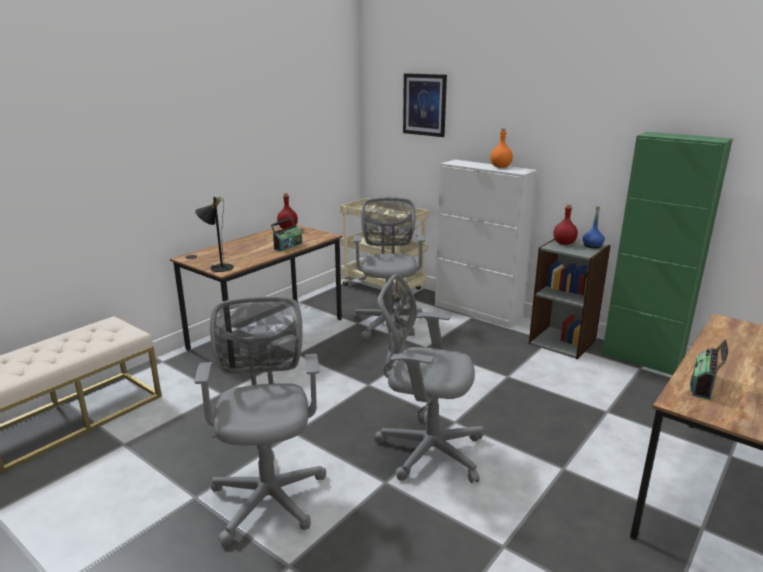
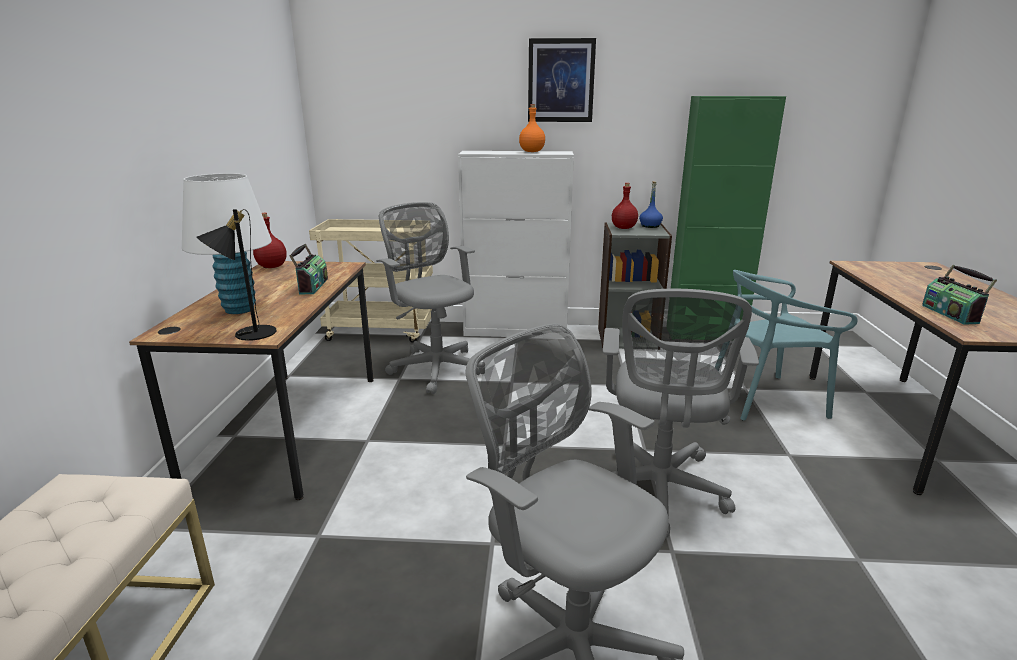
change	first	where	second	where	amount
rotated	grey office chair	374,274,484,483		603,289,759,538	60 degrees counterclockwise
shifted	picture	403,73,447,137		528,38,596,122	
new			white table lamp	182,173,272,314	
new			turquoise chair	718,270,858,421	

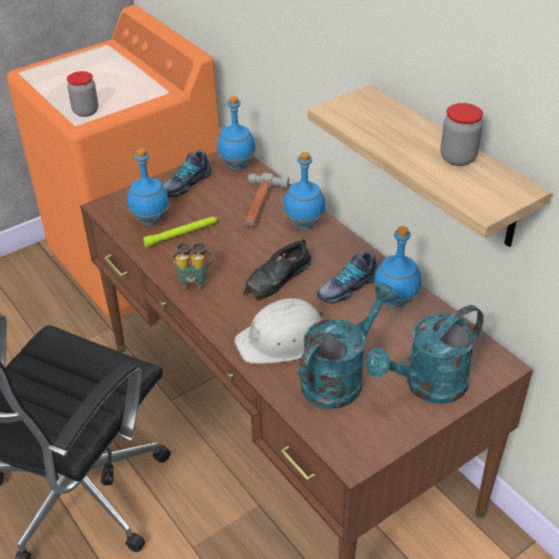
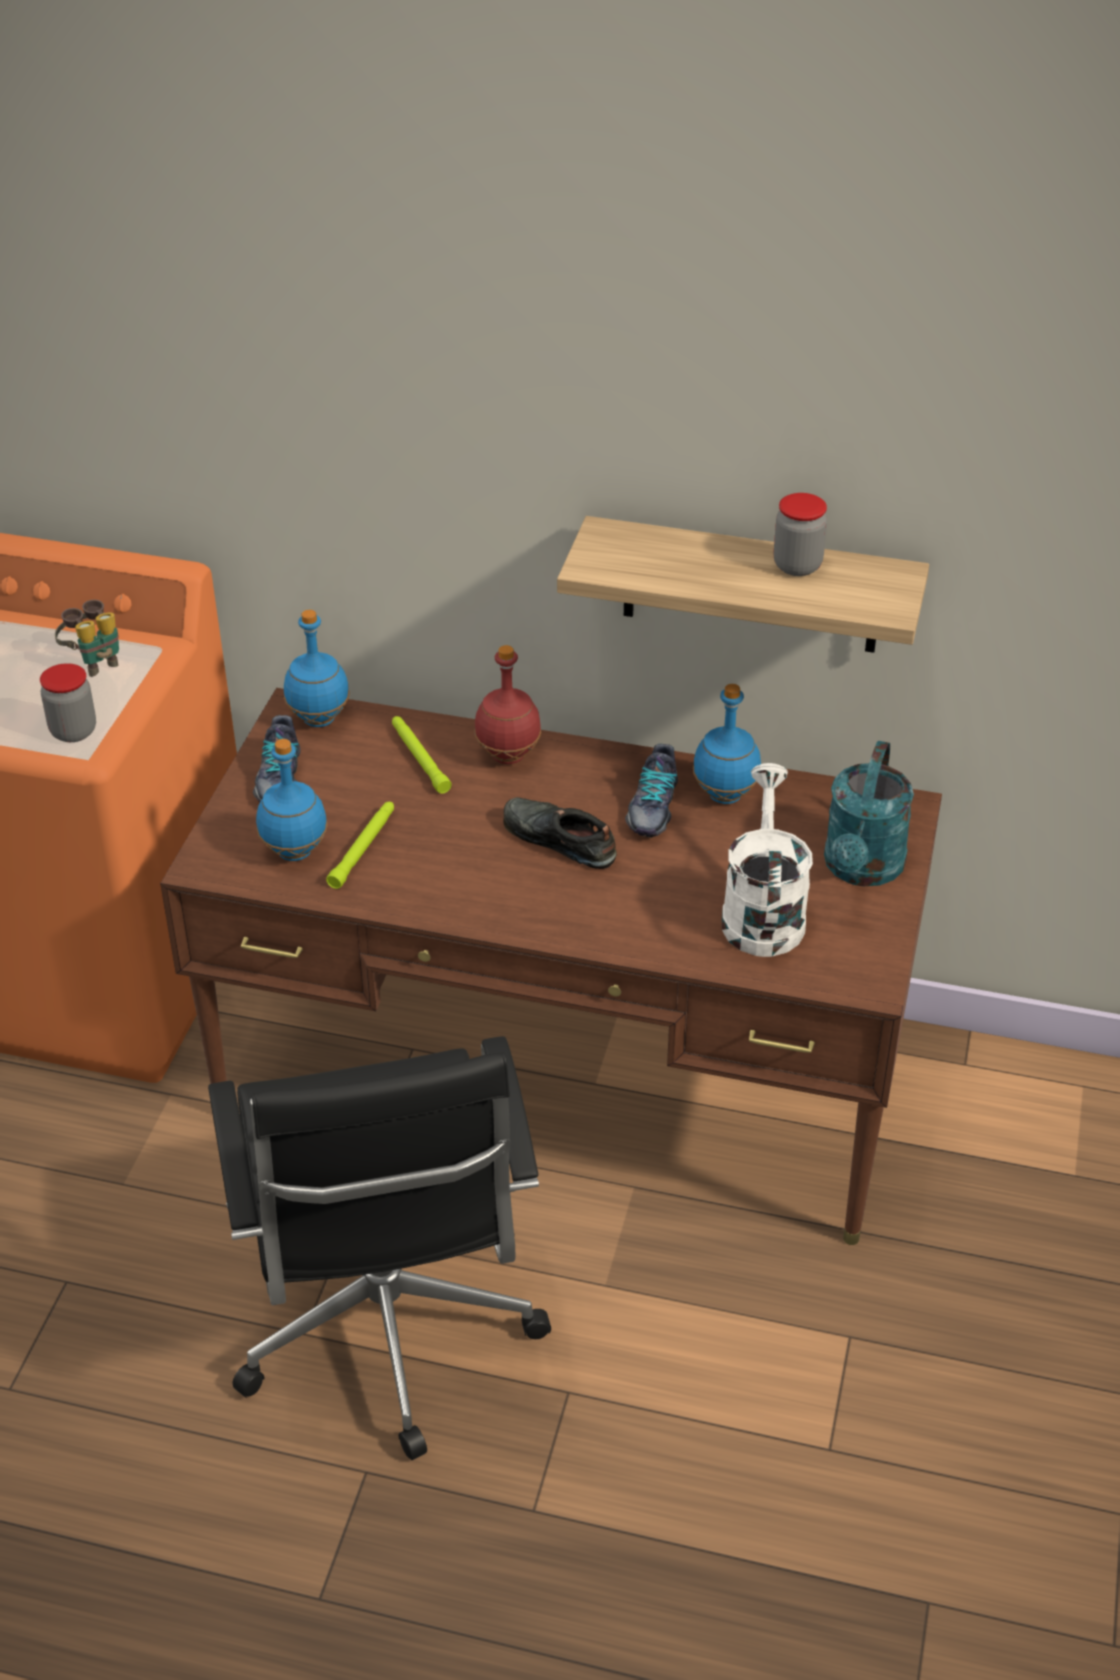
change	first	where	second	where	amount
shifted	binoculars	172,242,214,290		55,600,119,677	
gone	white hard hat	234,298,326,364			
rotated	black shoe	243,238,312,301		503,797,617,869	120 degrees clockwise
swapped	hammer	244,173,289,227	green flashlight	392,716,451,794	
repainted	blue bottle	283,152,326,229	red bottle	474,645,541,764	
repainted	turquoise watering can	299,282,398,409	white watering can	722,763,813,957	

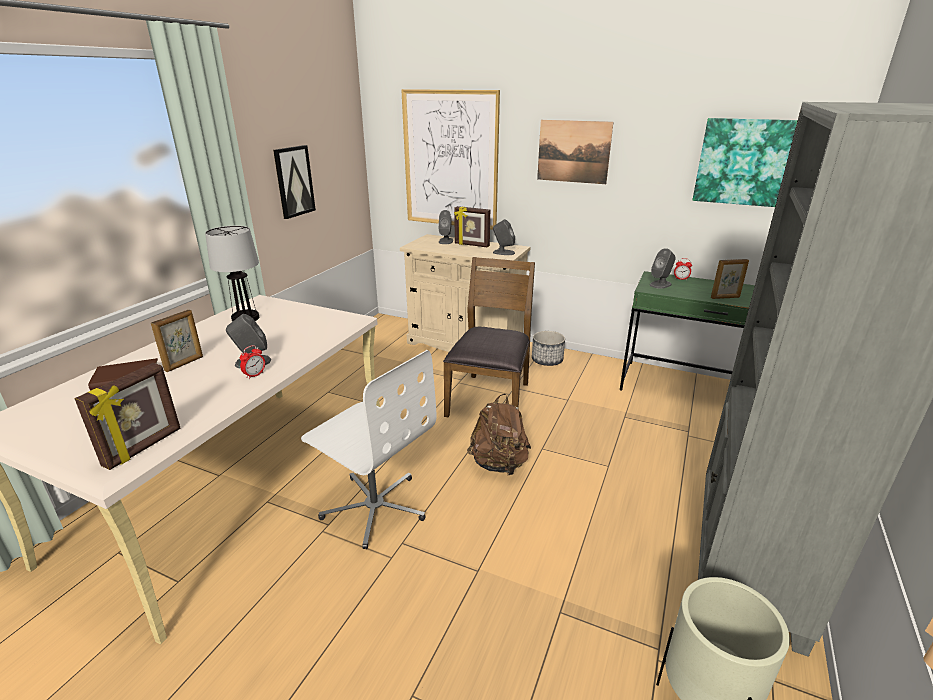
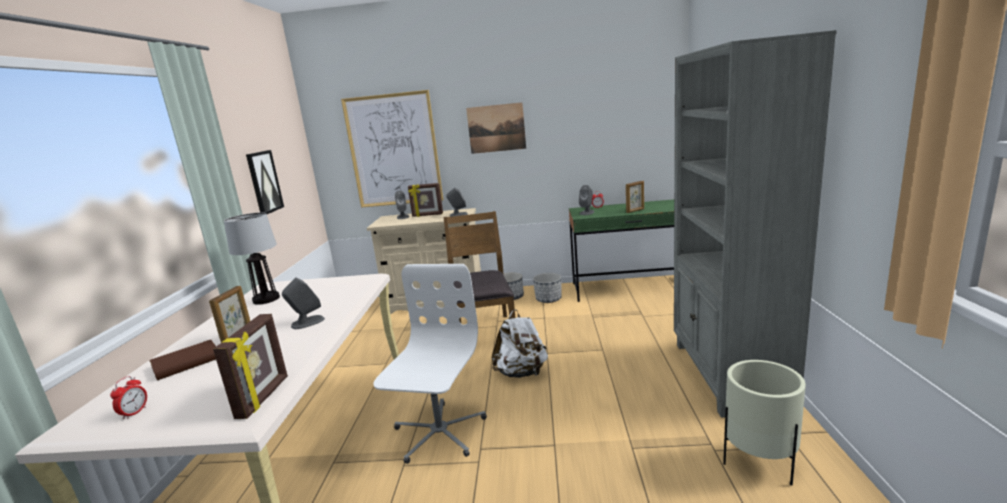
change	first	where	second	where	amount
shifted	alarm clock	240,345,265,379		110,376,147,419	
rotated	white office chair	301,350,437,549		373,264,487,464	90 degrees counterclockwise
repainted	brown backpack	467,394,531,475	white backpack	492,309,548,378	
gone	picture	693,118,798,207			
new			planter	533,273,562,303	

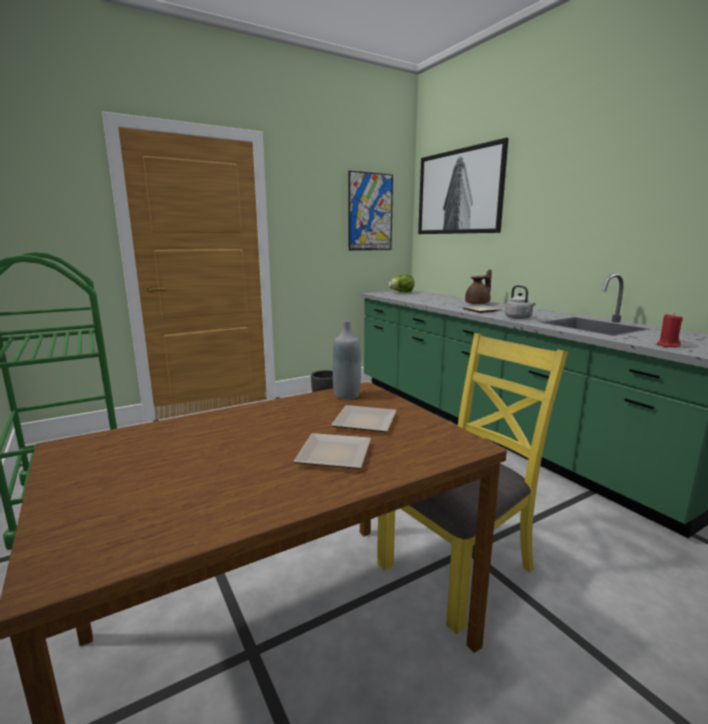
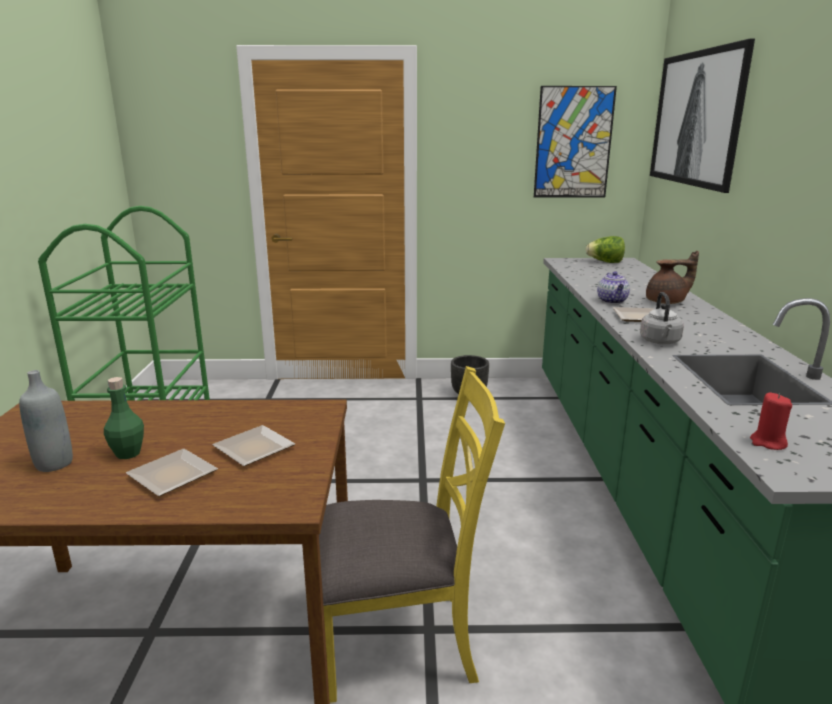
change	first	where	second	where	amount
shifted	grey bottle	333,320,361,399		19,370,73,472	
new			green bottle	104,377,144,459	
new			teapot	597,271,630,304	

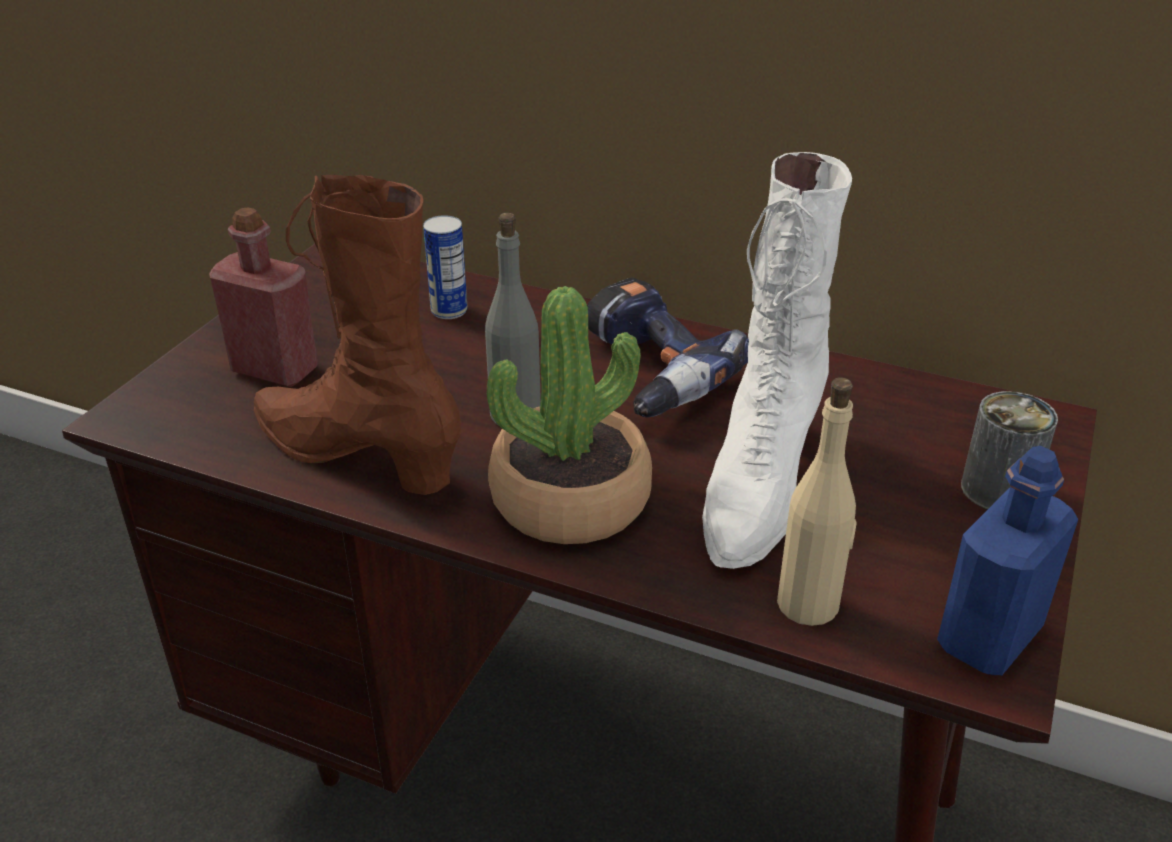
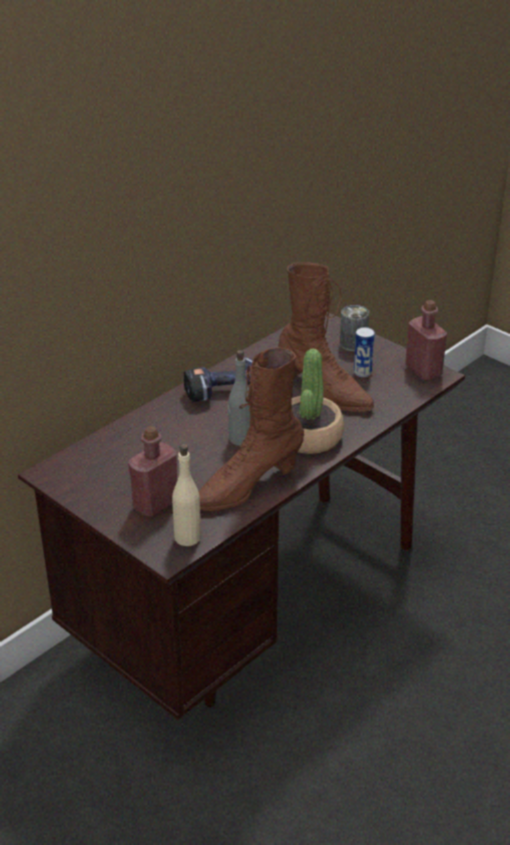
change	first	where	second	where	amount
shifted	can	423,215,468,319		354,327,375,377	
repainted	white boot	702,152,852,569	brown boot	278,262,374,412	
shifted	beige bottle	777,377,857,626		172,444,201,546	
repainted	blue bottle	937,446,1078,675	red bottle	405,300,447,381	

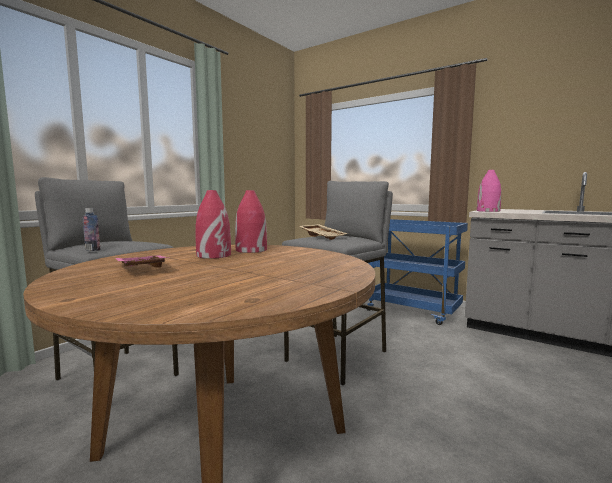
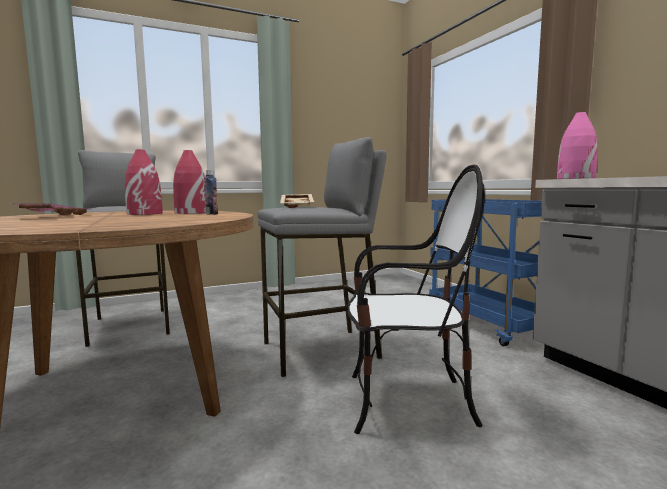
change	first	where	second	where	amount
shifted	bottle	83,208,100,251		204,170,218,215	
new			chair	347,165,485,434	

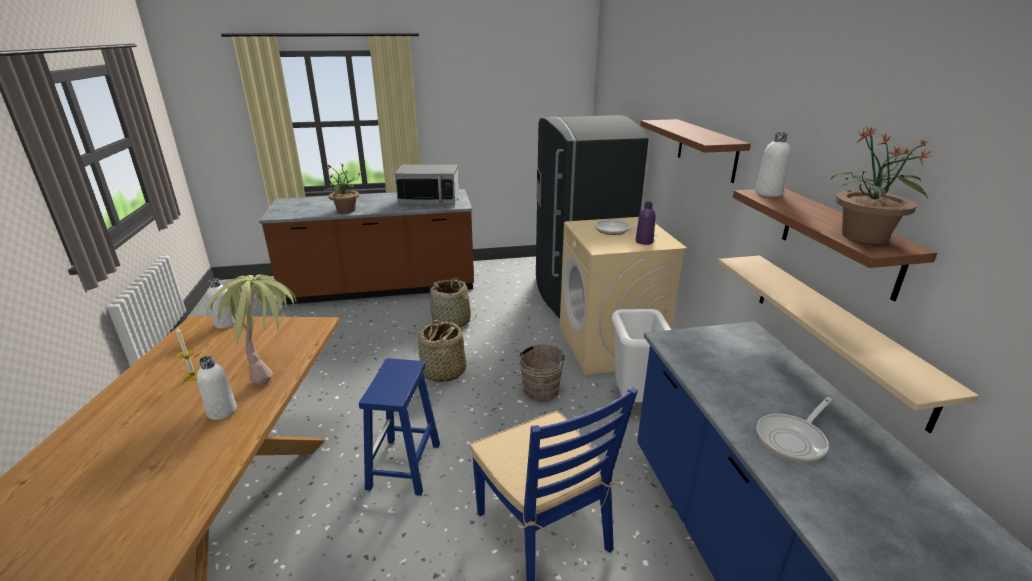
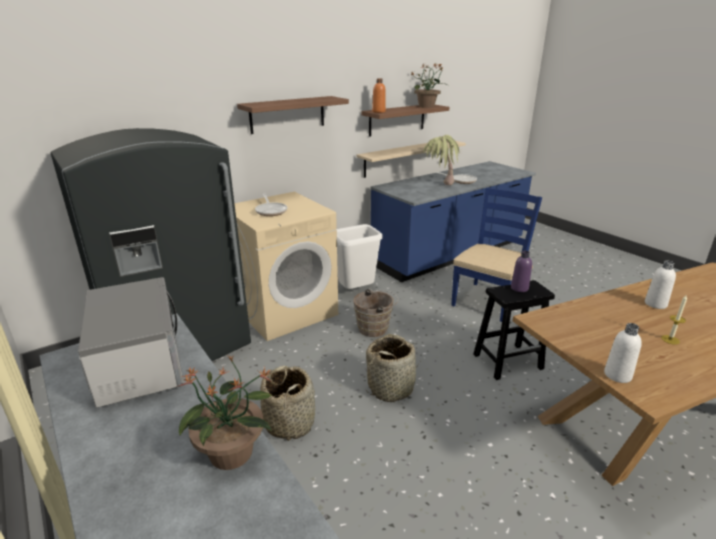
change	first	where	second	where	amount
shifted	potted plant	207,275,296,385		423,135,462,185	
repainted	blue stool	359,358,440,496	black stool	473,280,555,380	
shifted	purple bottle	636,202,656,245		511,251,532,292	
repainted	white bottle	755,132,790,197	orange bottle	372,78,386,113	

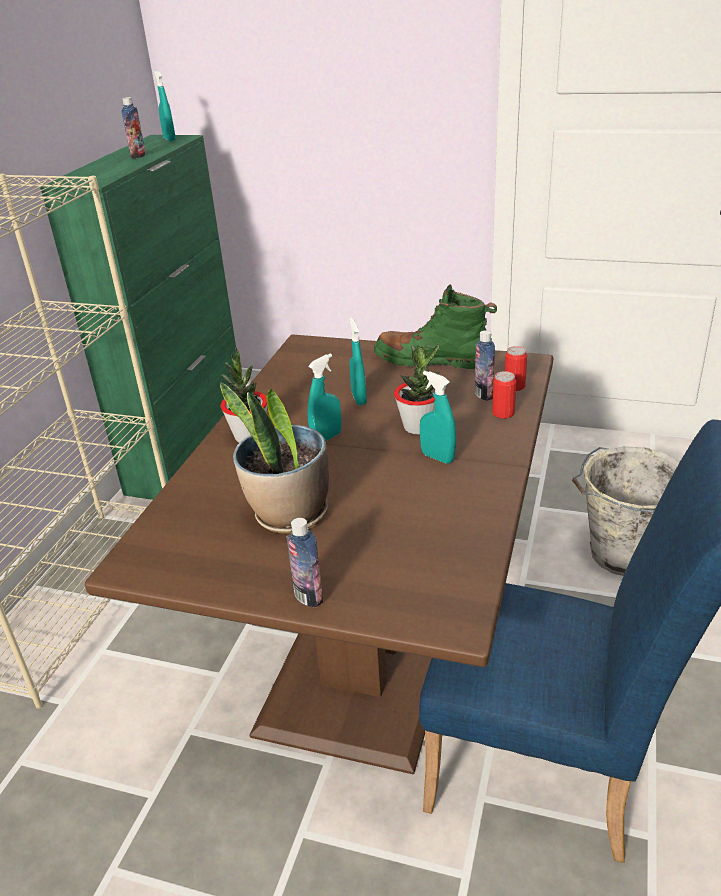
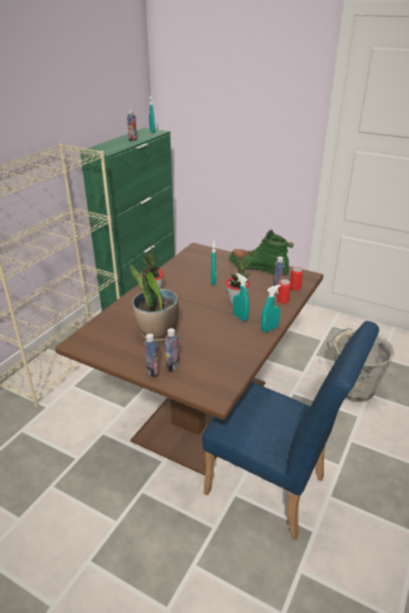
change	first	where	second	where	amount
shifted	turquoise spray bottle	307,353,341,441		261,284,281,332	
new			bottle	165,328,179,372	

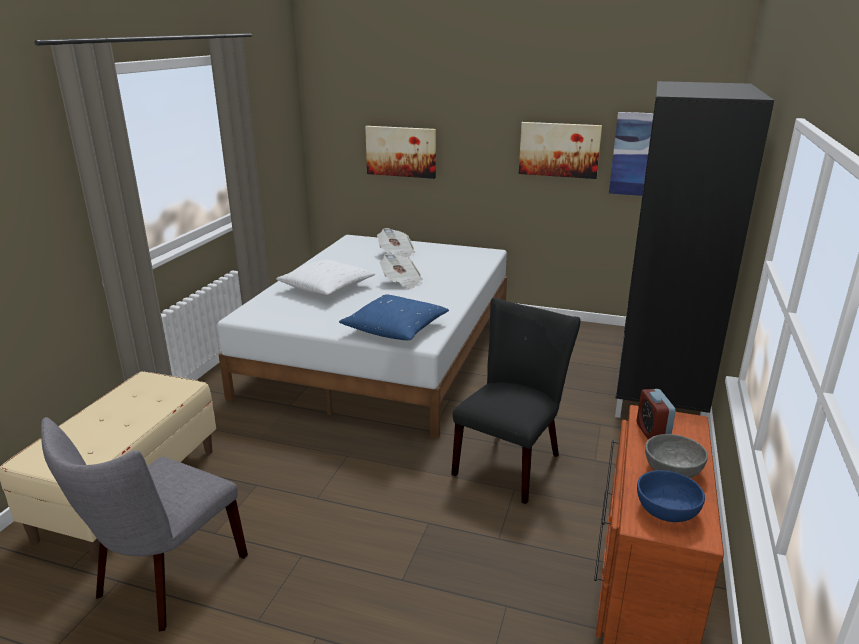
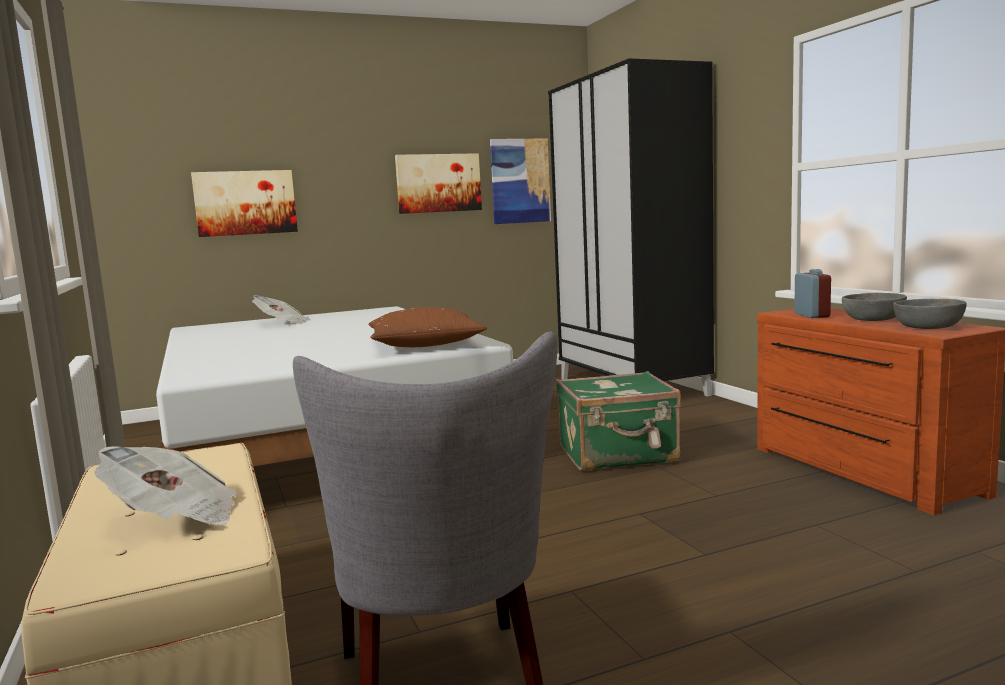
change	first	where	second	where	amount
gone	white pillow	276,260,375,296			
repainted	blue pillow	339,295,449,340	brown pillow	368,307,487,347	
shifted	newspaper	380,253,423,289		94,446,237,525	
swapped	black chair	451,298,581,504	green suitcase	556,371,681,471	
rotated	alarm clock	637,389,676,440		794,269,831,318	135 degrees counterclockwise
repainted	blue bowl	637,470,705,522	grey bowl	893,299,967,329	

